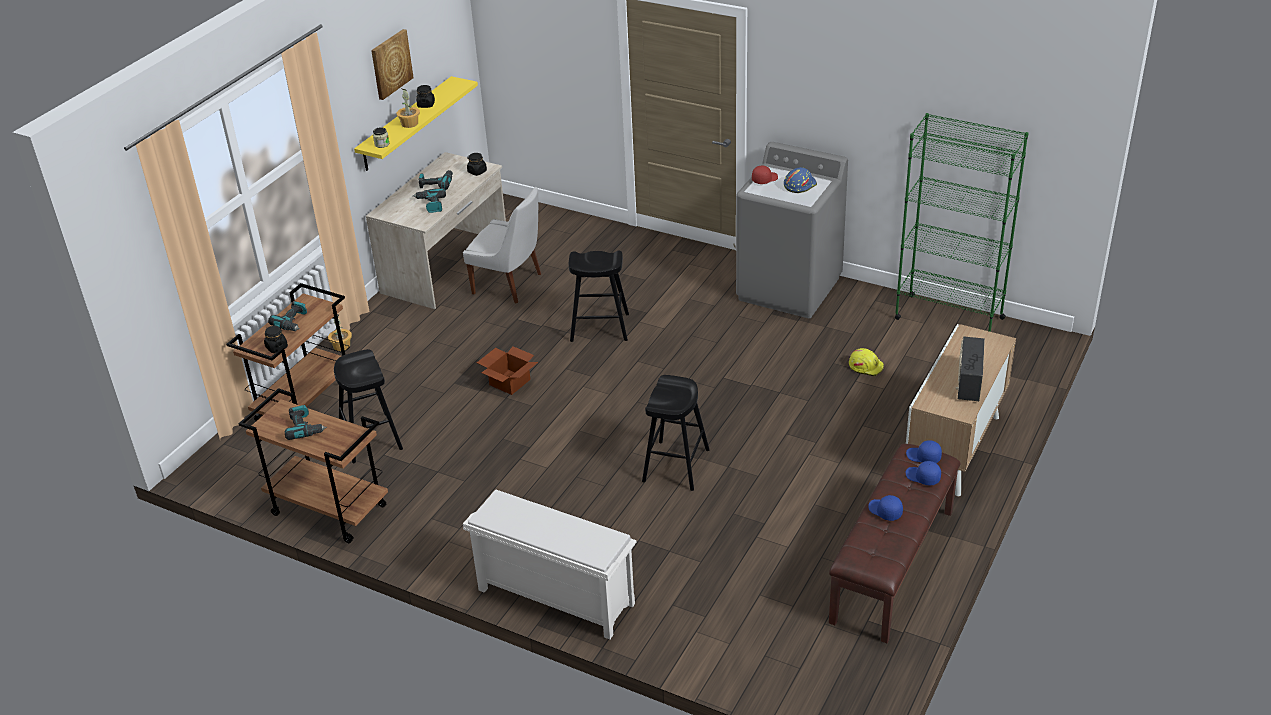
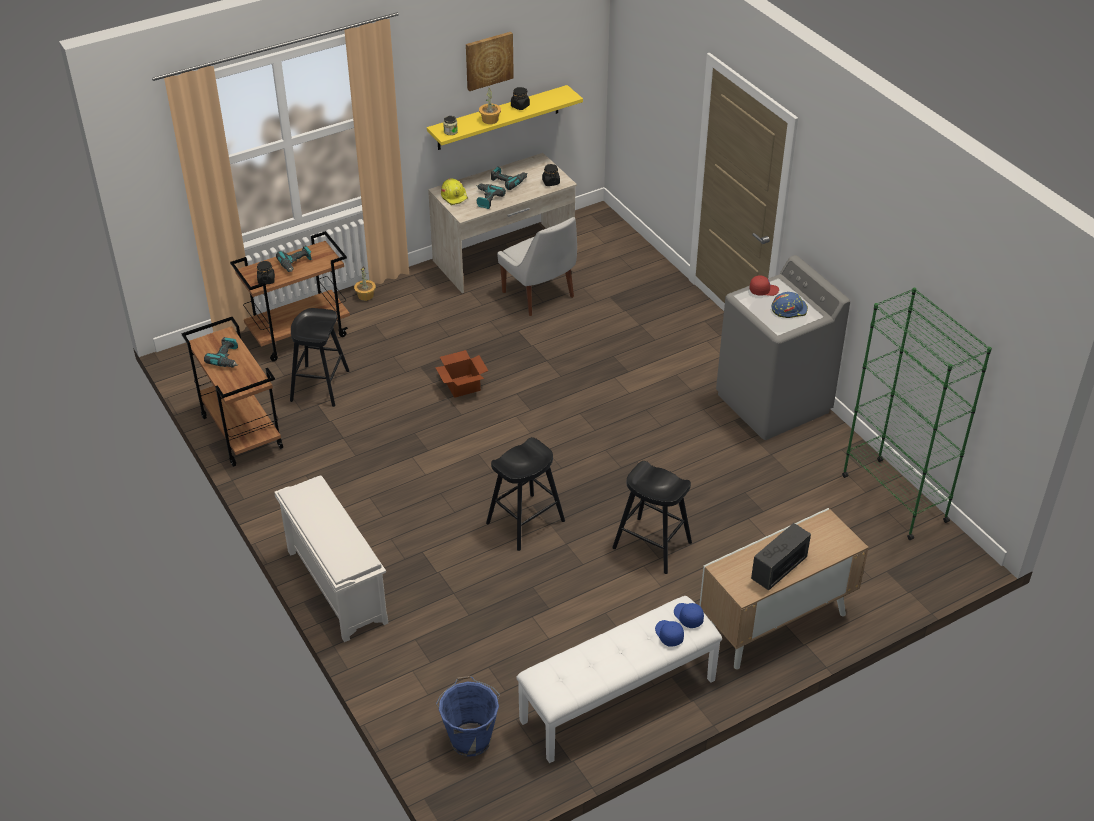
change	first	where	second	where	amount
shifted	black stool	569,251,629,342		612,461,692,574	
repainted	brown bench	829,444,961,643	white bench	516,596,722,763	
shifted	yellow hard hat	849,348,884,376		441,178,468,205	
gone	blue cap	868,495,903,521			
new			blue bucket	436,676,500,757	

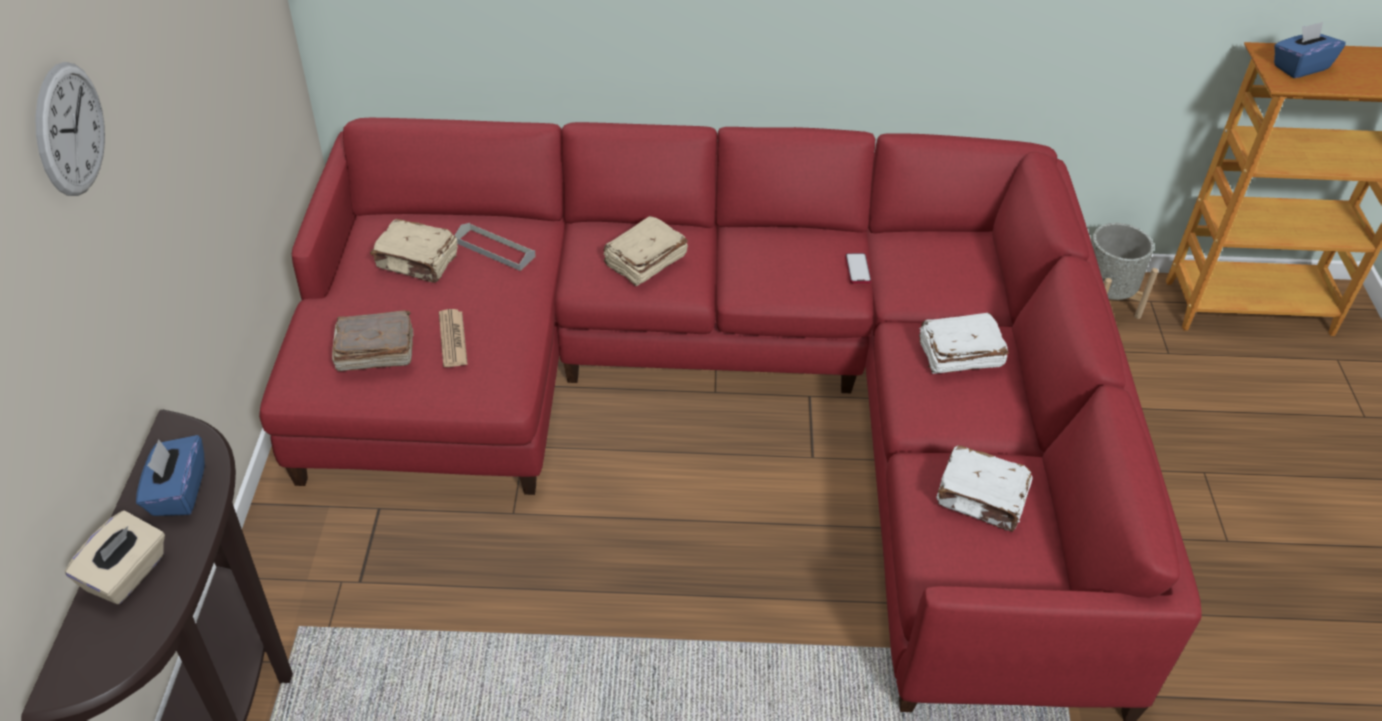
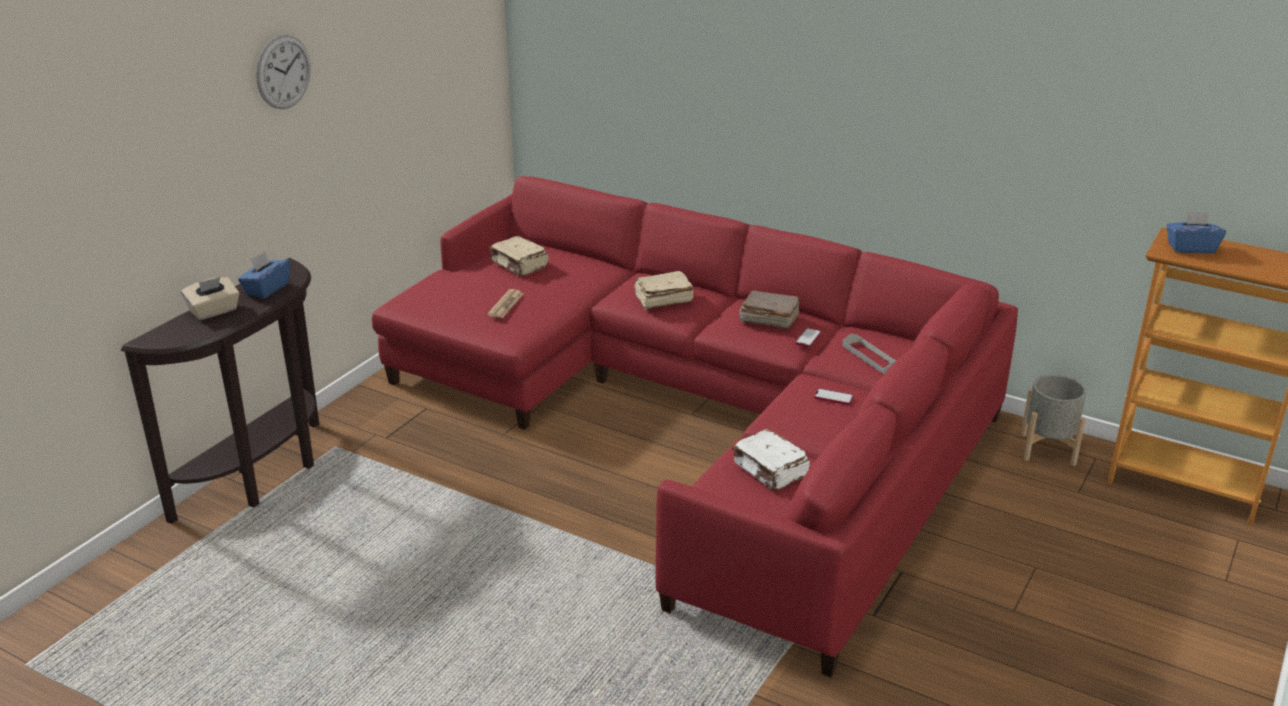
change	first	where	second	where	amount
shifted	brown book	332,310,413,371		739,290,801,329	
shifted	grey tray	454,223,536,271		842,334,896,374	
swapped	white book	919,313,1009,374	phone	814,388,853,405	

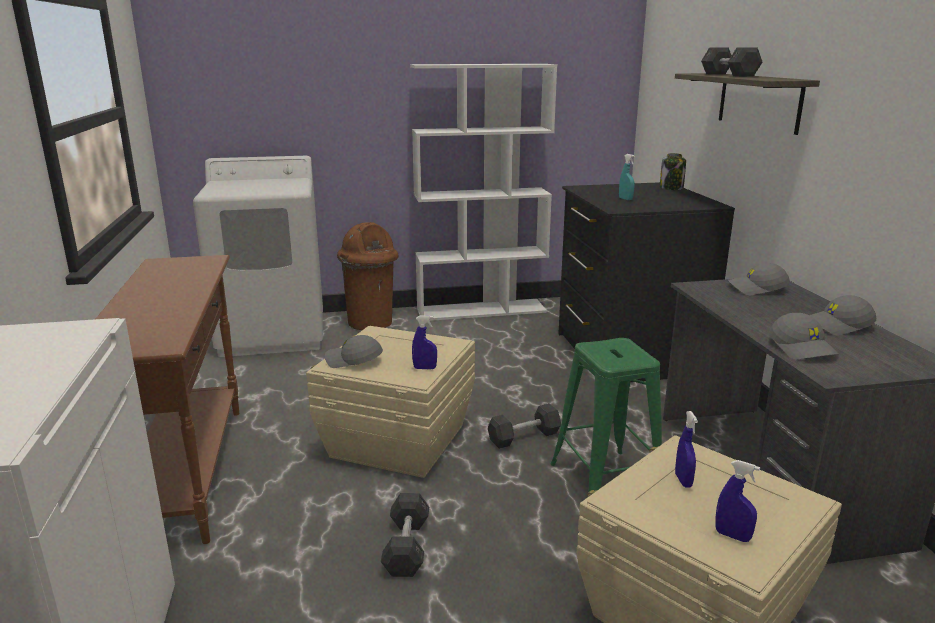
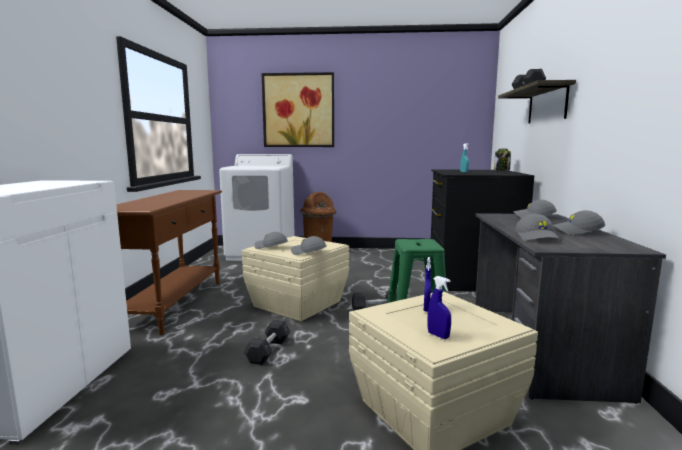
change	first	where	second	where	amount
gone	white bookcase	410,64,557,321			
swapped	blue spray bottle	412,315,437,370	grey cap	291,236,326,255	
new			picture	262,72,334,147	

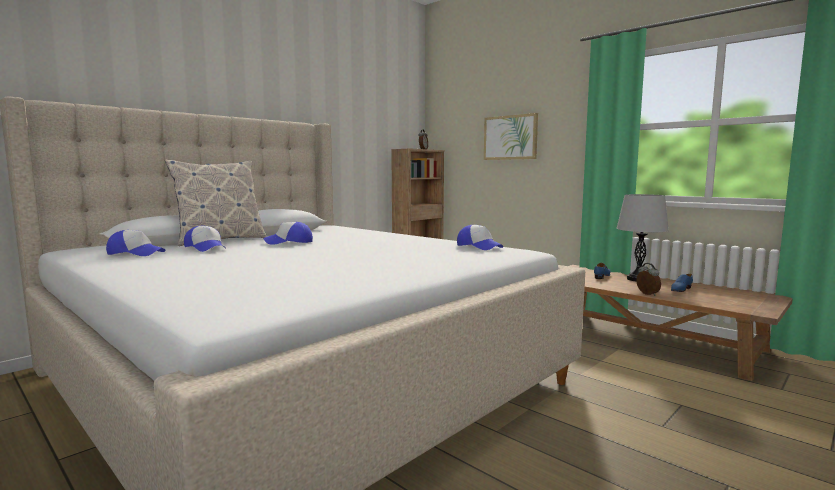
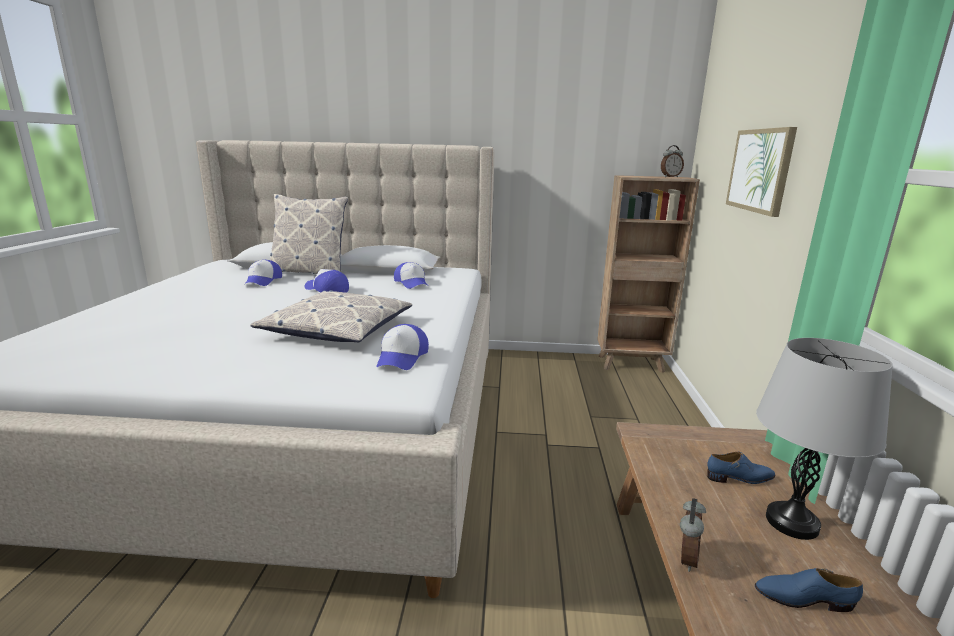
change	first	where	second	where	amount
shifted	cap	106,230,166,256		394,262,427,289	
new			pillow	250,290,413,342	

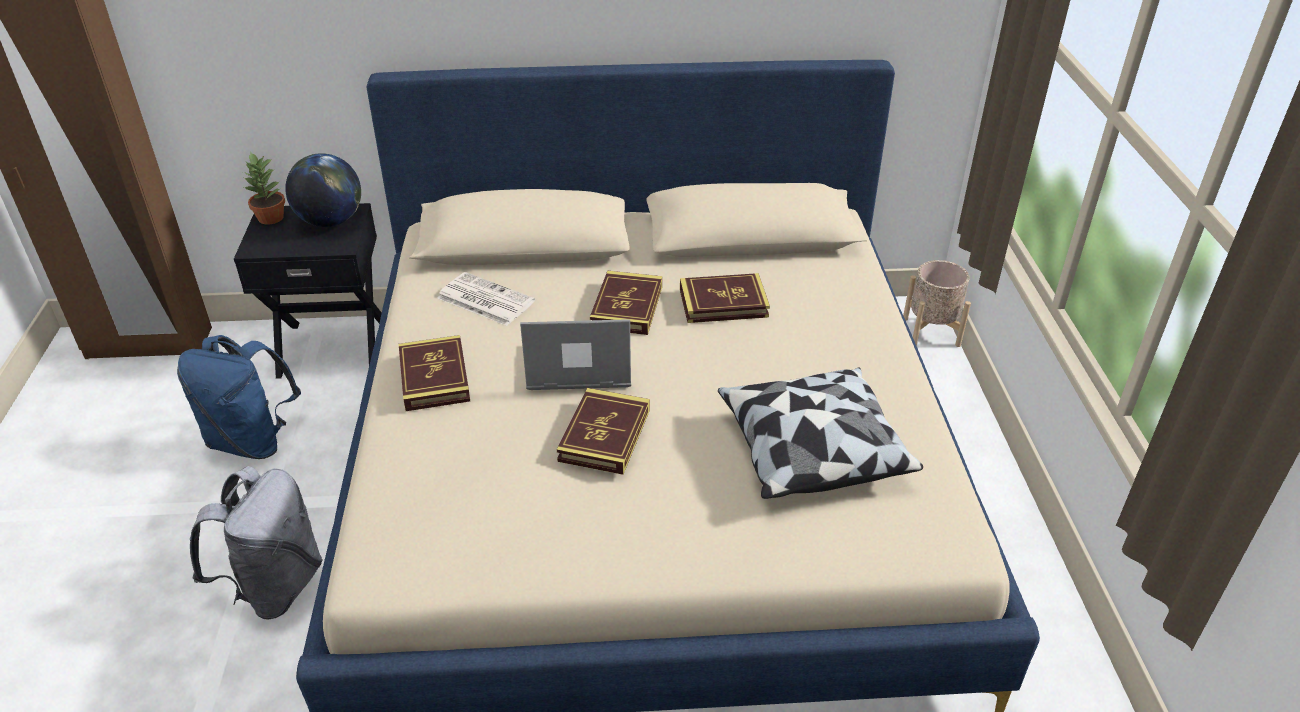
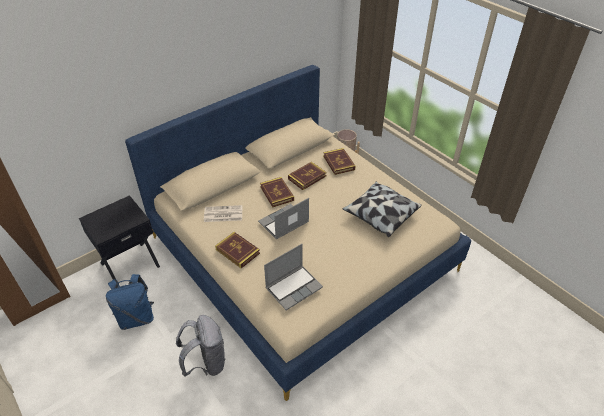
change	first	where	second	where	amount
gone	potted plant	244,152,285,225			
gone	globe	285,153,361,227			
shifted	book	557,388,650,475		323,148,355,175	
new			laptop	264,244,323,310	

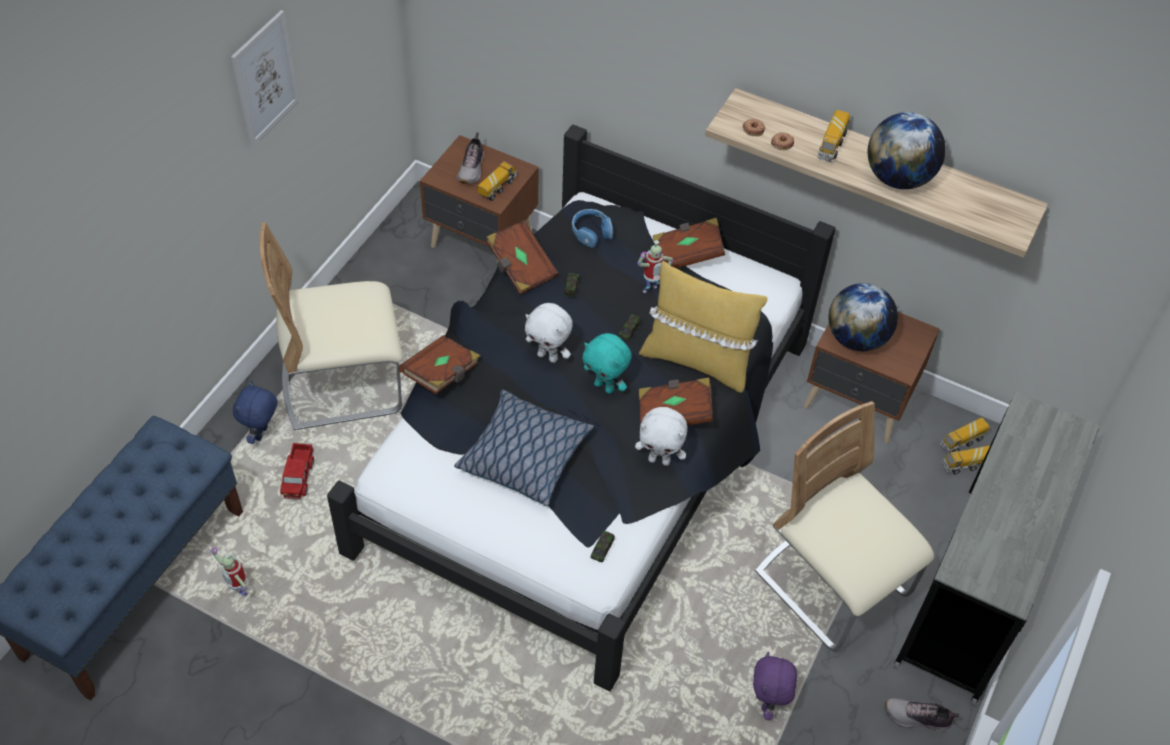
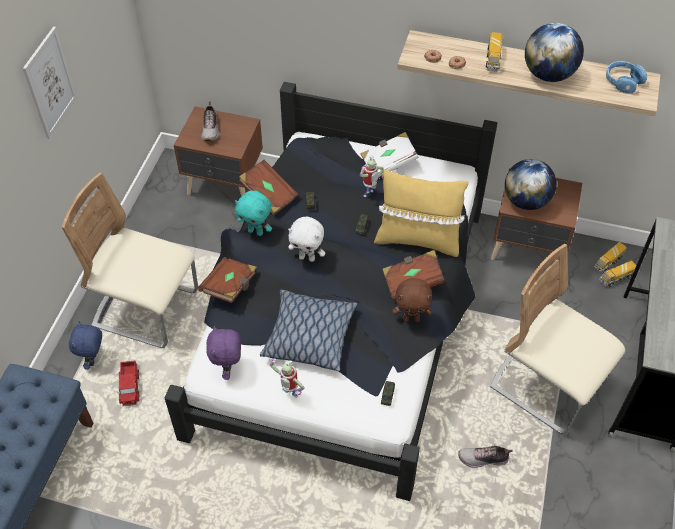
change	first	where	second	where	amount
shifted	toy robot	210,548,248,595		270,359,304,398	
rotated	beige chair	260,222,402,430		62,173,198,348	45 degrees clockwise
gone	toy truck	477,161,517,201			
shifted	blue headphones	572,209,613,248		606,61,647,93	
shifted	turquoise plush toy	582,333,631,394		235,191,272,236	
repainted	white plush toy	635,407,687,466	brown plush toy	392,278,432,322	
repainted	brown book	653,218,725,268	white book	361,132,419,175	
shifted	purple plush toy	753,652,797,720		206,326,241,380	
shifted	shoe	885,698,959,732		458,446,513,468	

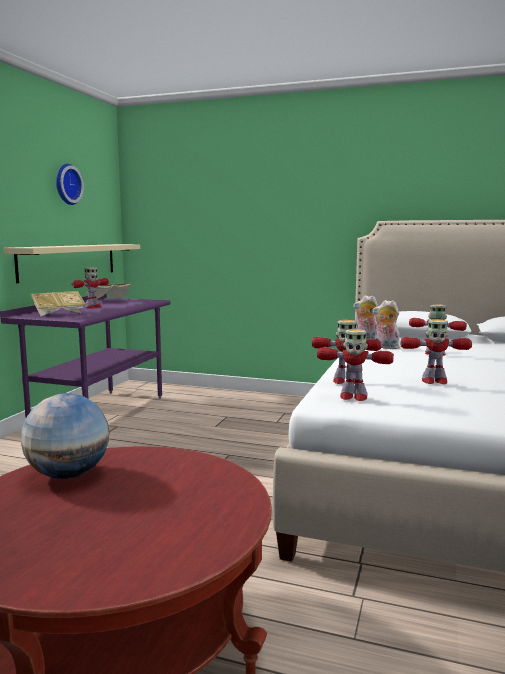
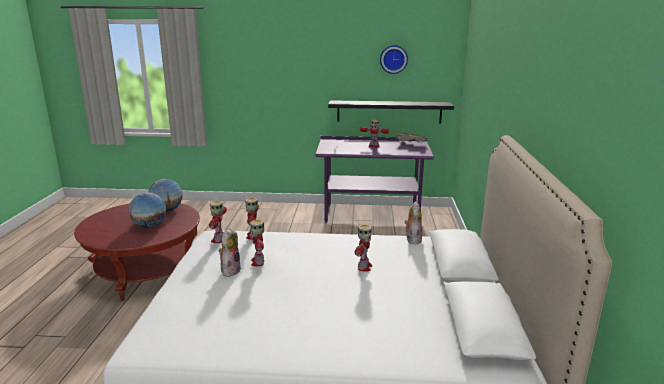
change	first	where	second	where	amount
repainted	beige shelf	4,244,140,283	black shelf	328,100,454,123	
gone	book	30,291,86,316			
shifted	plush toy	372,300,400,349		219,228,241,277	
new			globe	129,193,166,228	

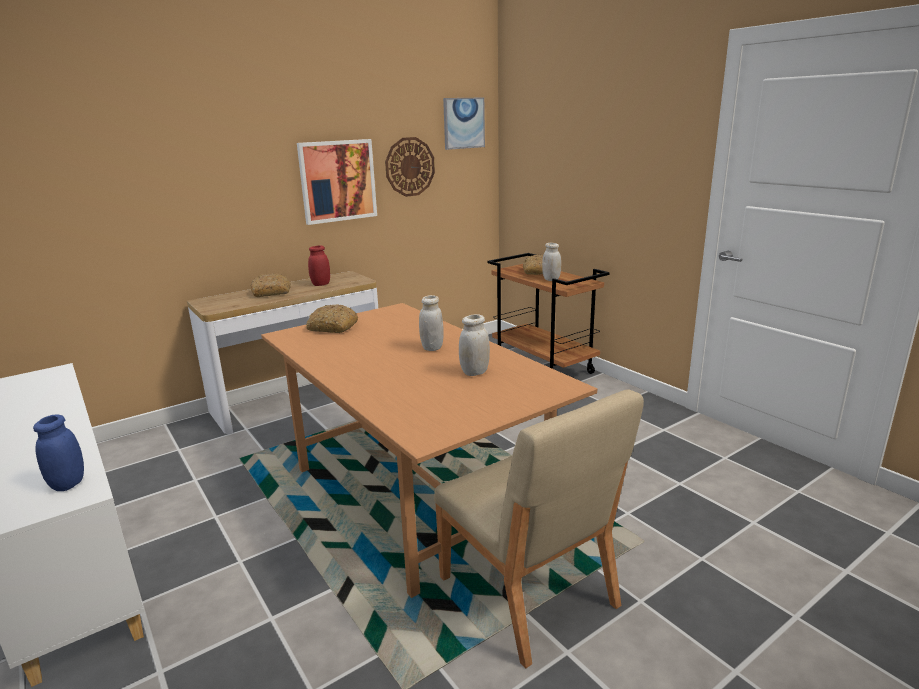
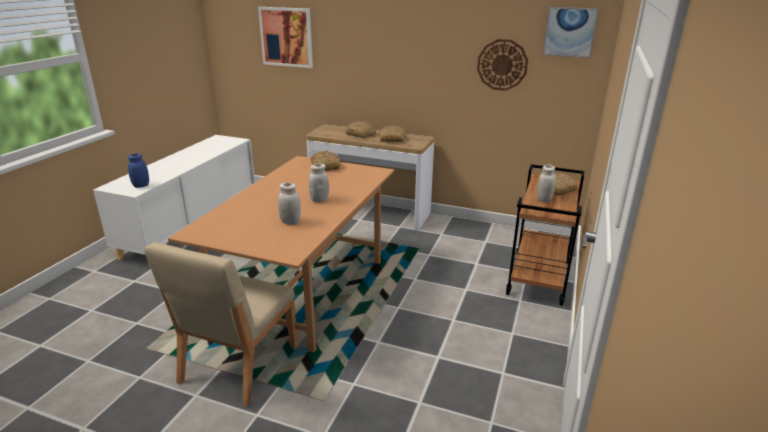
change	first	where	second	where	amount
shifted	picture	297,139,377,225		258,7,313,68	
swapped	red jar	308,245,330,286	bread	379,126,407,142	

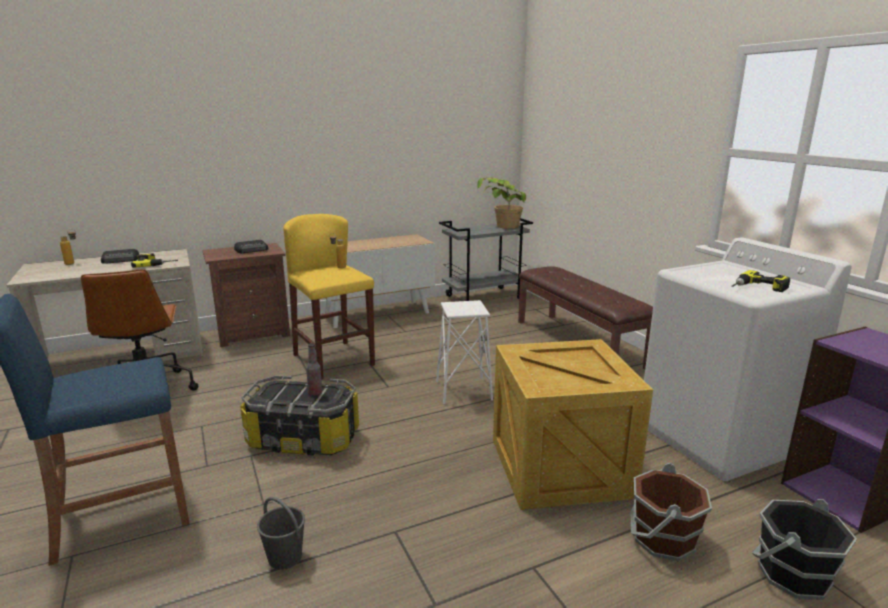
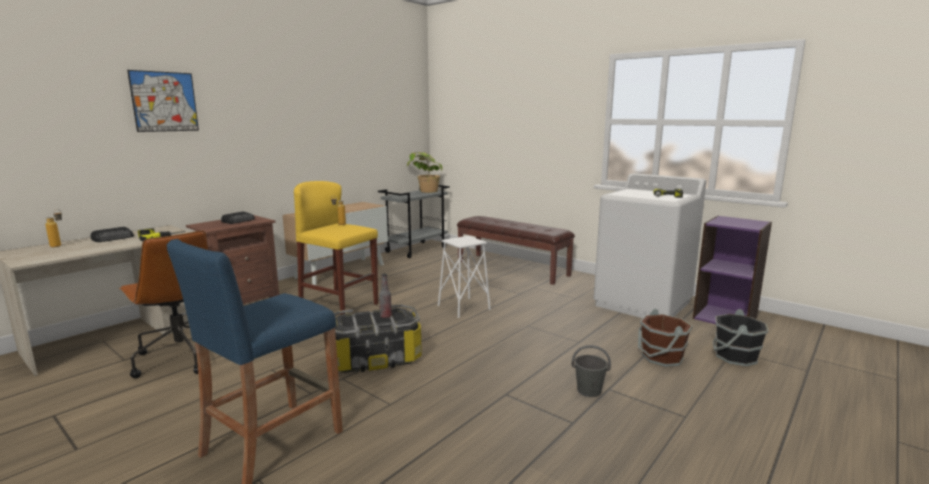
change	first	where	second	where	amount
shifted	grey bucket	257,497,305,570		572,345,611,397	
gone	crate	493,339,653,510			
new			picture	127,70,199,132	

